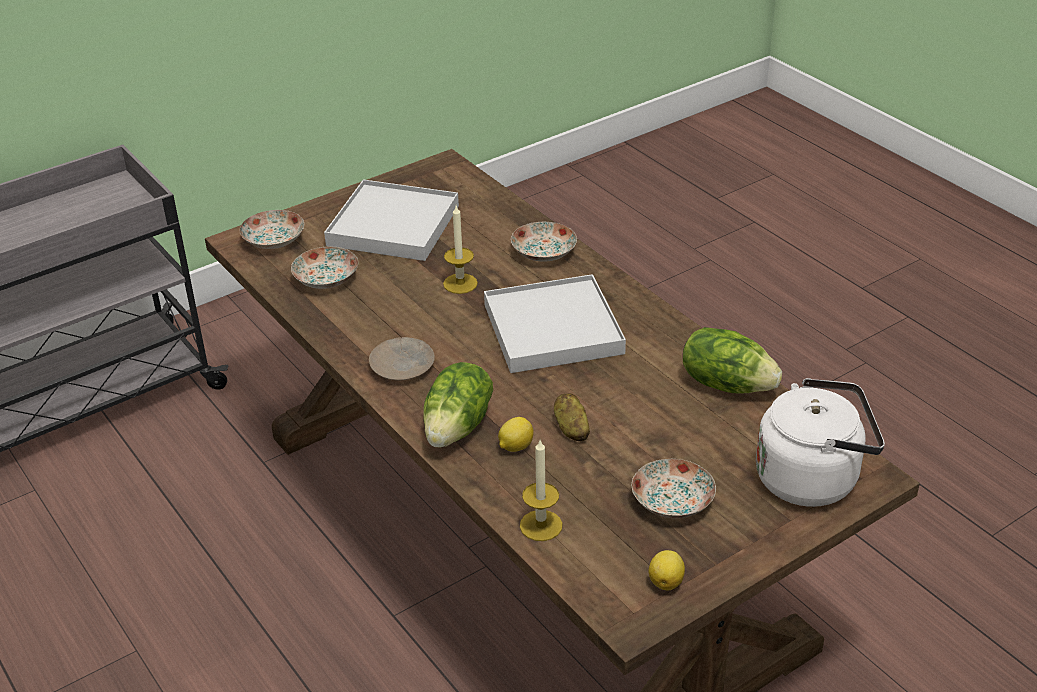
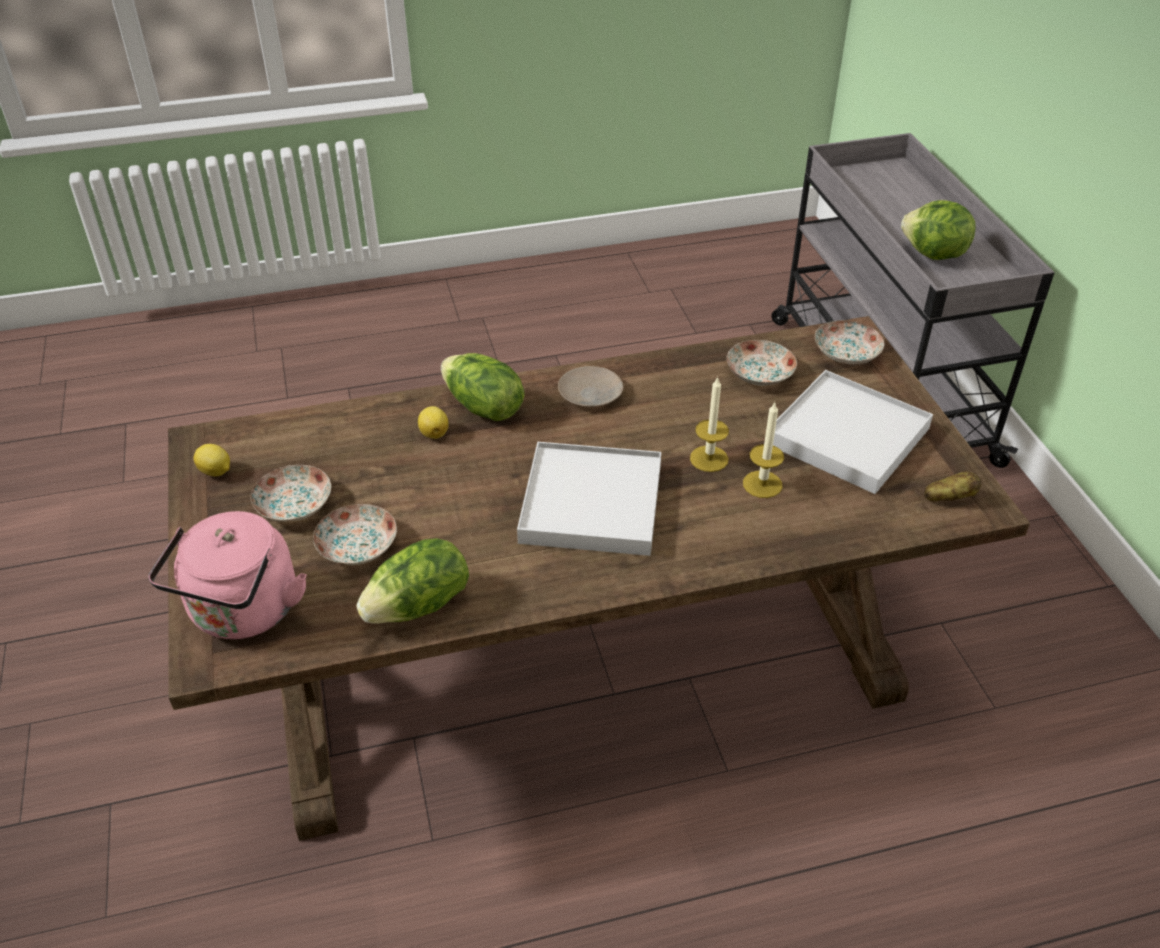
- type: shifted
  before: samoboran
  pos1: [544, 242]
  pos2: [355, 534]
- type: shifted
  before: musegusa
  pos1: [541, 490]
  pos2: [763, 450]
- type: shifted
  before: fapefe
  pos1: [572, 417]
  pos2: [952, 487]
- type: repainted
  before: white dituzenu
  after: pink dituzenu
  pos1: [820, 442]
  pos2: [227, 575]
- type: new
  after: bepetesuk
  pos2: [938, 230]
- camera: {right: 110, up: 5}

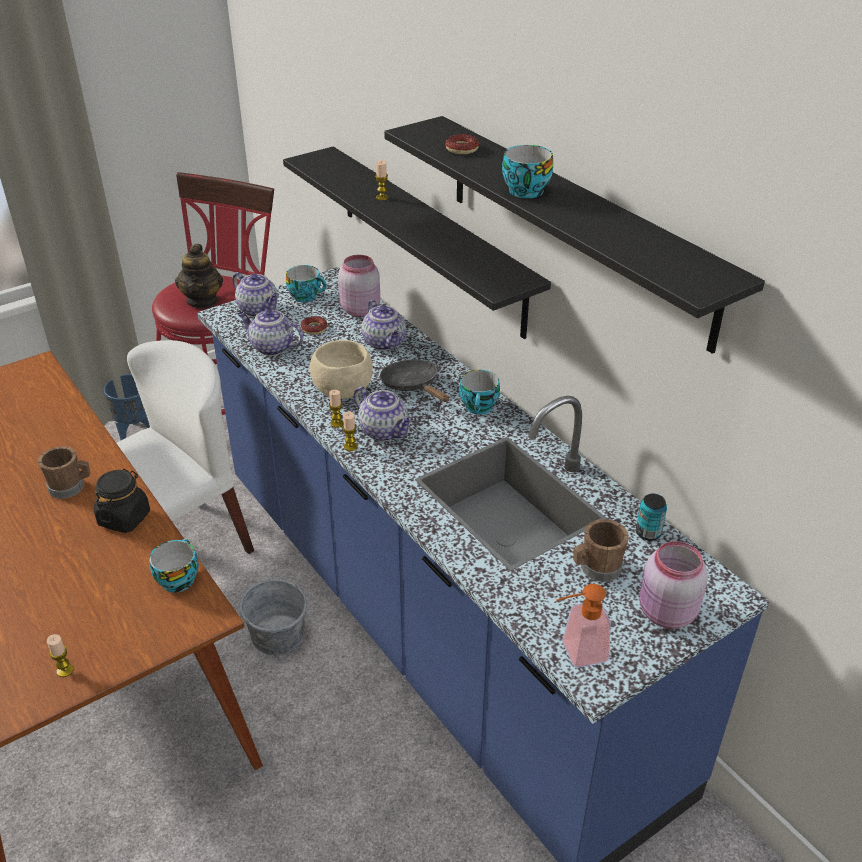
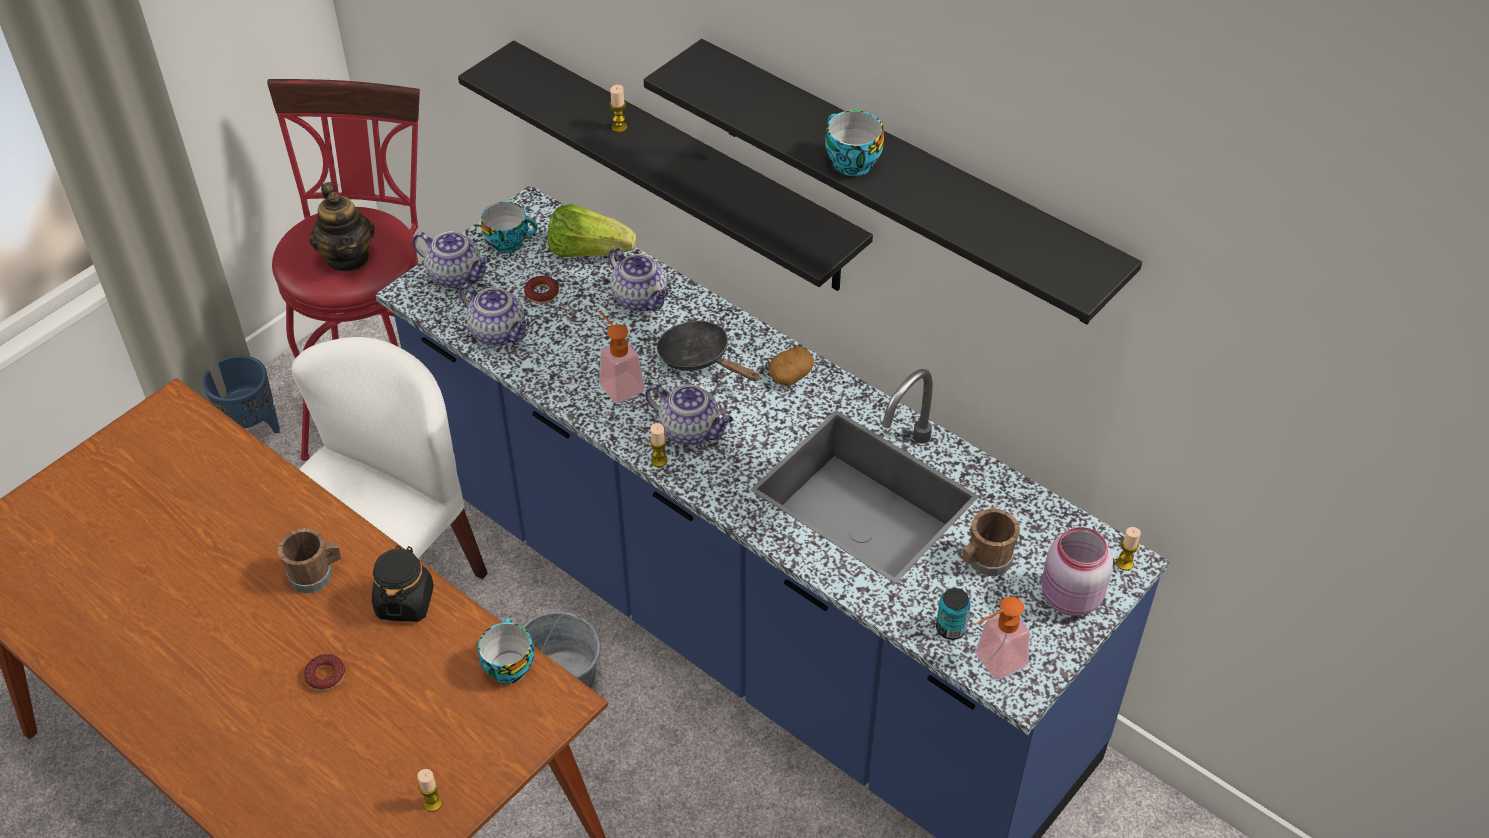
- type: rotated
  before: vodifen
  pos1: [270, 332]
  pos2: [494, 315]
  turn: -150
- type: swapped
  before: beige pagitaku
  after: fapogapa
  pos1: [341, 369]
  pos2: [622, 358]
- type: shifted
  before: musegusa
  pos1: [336, 409]
  pos2: [1128, 549]
- type: swapped
  before: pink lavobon
  after: bepetesuk
  pos1: [359, 286]
  pos2: [592, 230]
- type: shifted
  before: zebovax
  pos1: [462, 144]
  pos2: [324, 672]
- type: swapped
  before: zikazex
  after: fapefe
  pos1: [479, 392]
  pos2: [791, 366]
- type: shifted
  before: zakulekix
  pos1: [651, 517]
  pos2: [953, 614]
- camera: {right: -15, up: 10}

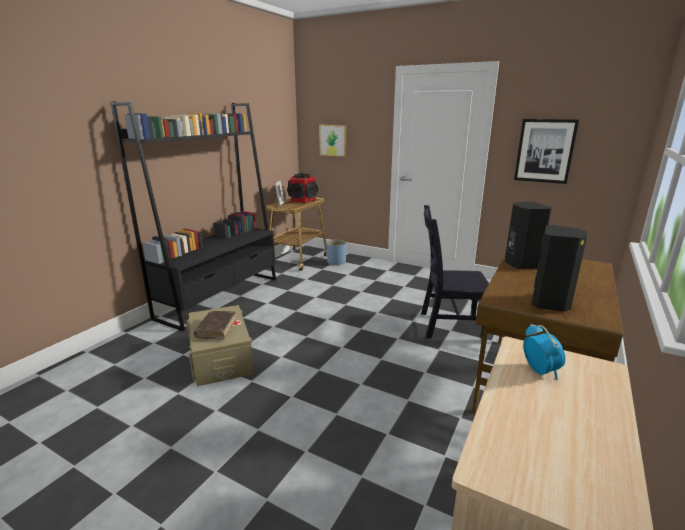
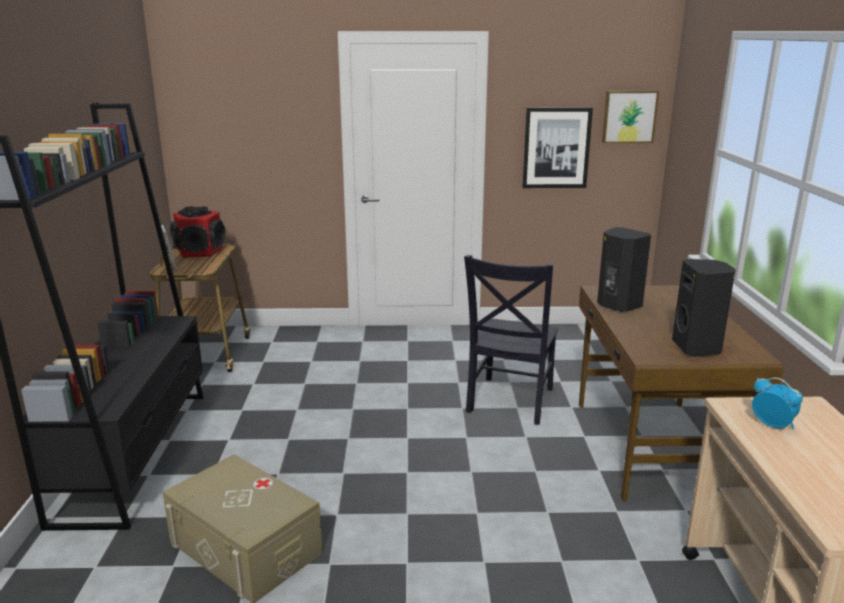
- type: gone
  before: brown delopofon
  pos1: [215, 325]
- type: shifted
  before: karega
  pos1: [333, 141]
  pos2: [630, 117]
- type: gone
  before: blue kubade
  pos1: [336, 252]
- type: rotated
  before: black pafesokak
  pos1: [455, 272]
  pos2: [511, 340]
  turn: -45
- camera: {right: -30, up: 0}

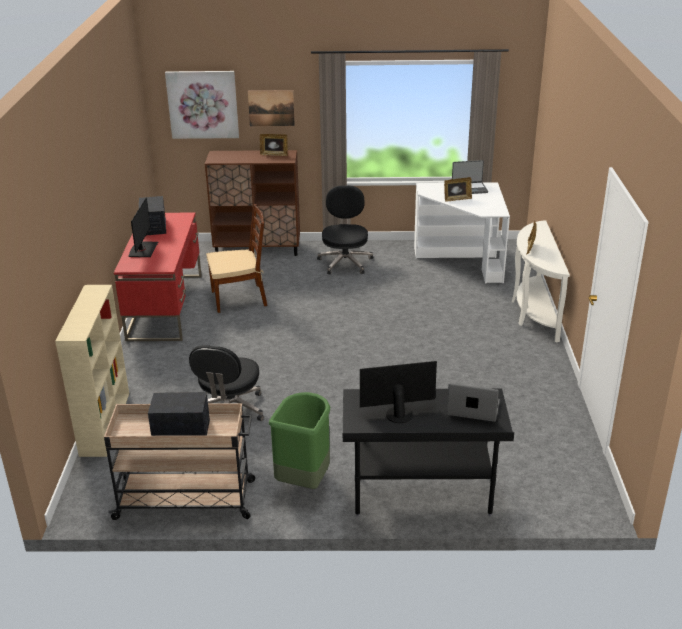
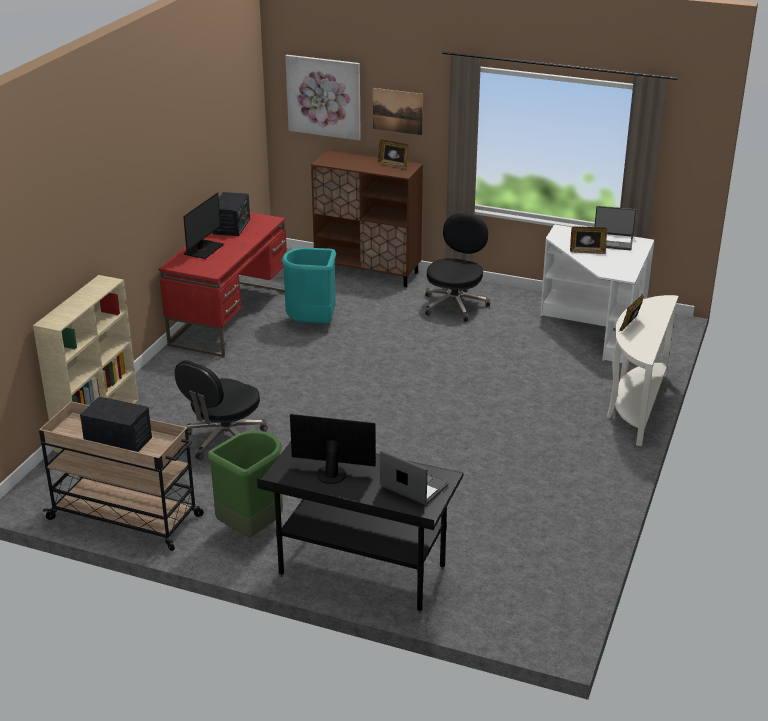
- type: swapped
  before: brown pafesokak
  after: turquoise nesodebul
  pos1: [236, 258]
  pos2: [308, 285]
- camera: {right: 20, up: 0}

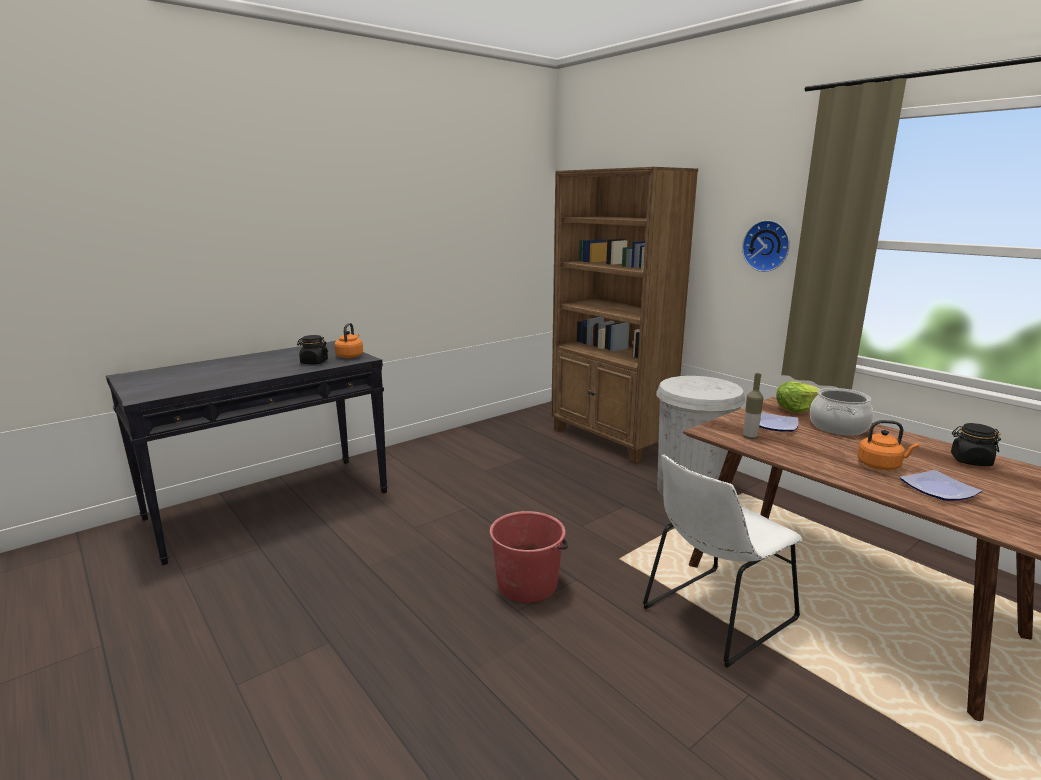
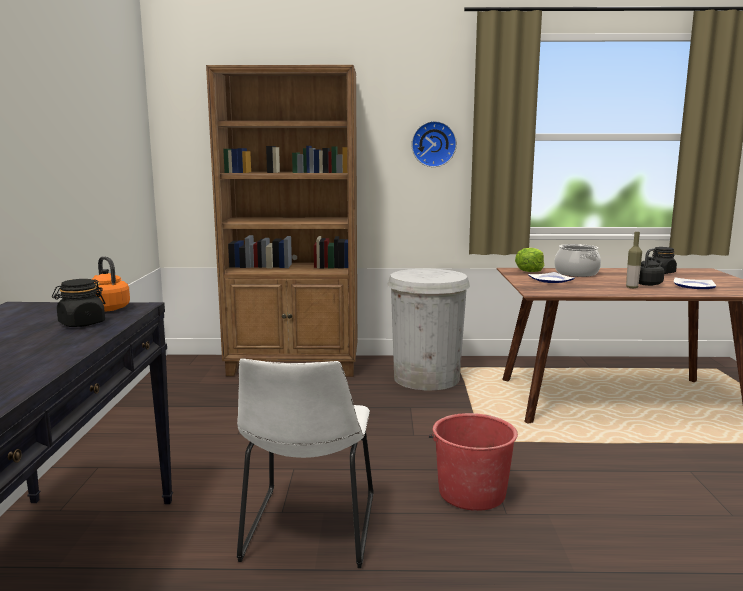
- type: shifted
  before: white pafesokak
  pos1: [723, 561]
  pos2: [304, 463]
- type: shifted
  before: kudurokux
  pos1: [753, 406]
  pos2: [634, 260]
- type: repainted
  before: orange dituzenu
  after: black dituzenu
  pos1: [888, 445]
  pos2: [652, 267]
- camera: {right: -50, up: -5}

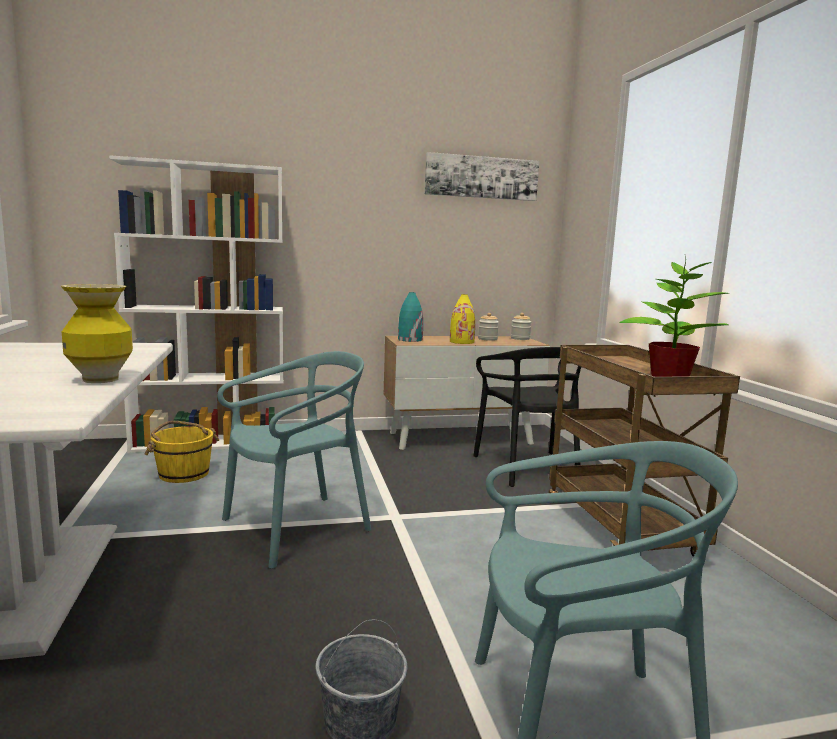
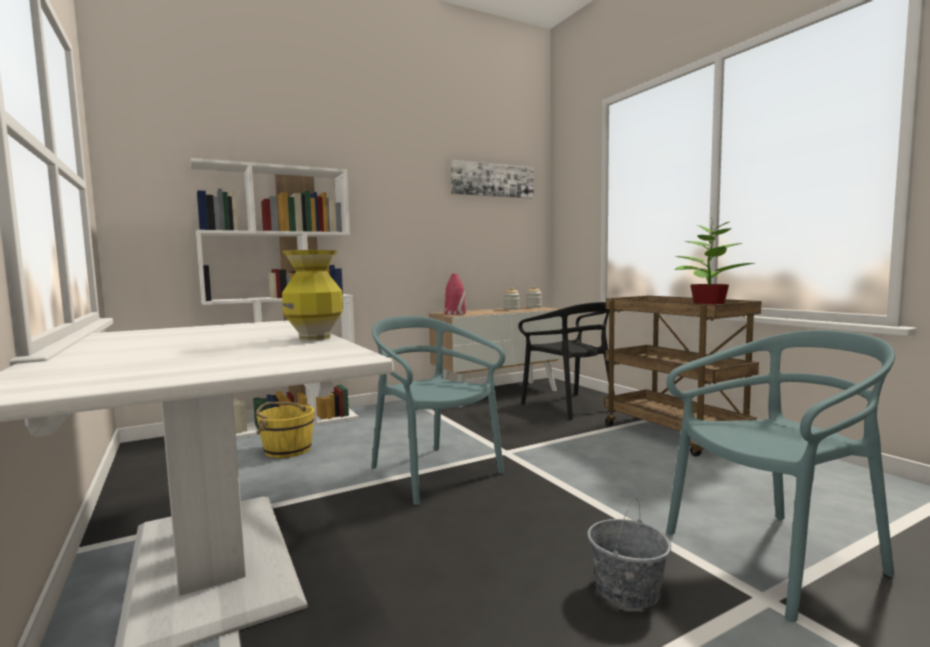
- type: rotated
  before: turquoise pafesokak
  pos1: [294, 460]
  pos2: [438, 410]
  turn: -75
- type: repainted
  before: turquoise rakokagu
  after: red rakokagu
  pos1: [410, 317]
  pos2: [455, 294]
- type: gone
  before: yellow rakokagu
  pos1: [462, 319]
- camera: {right: -15, up: -5}

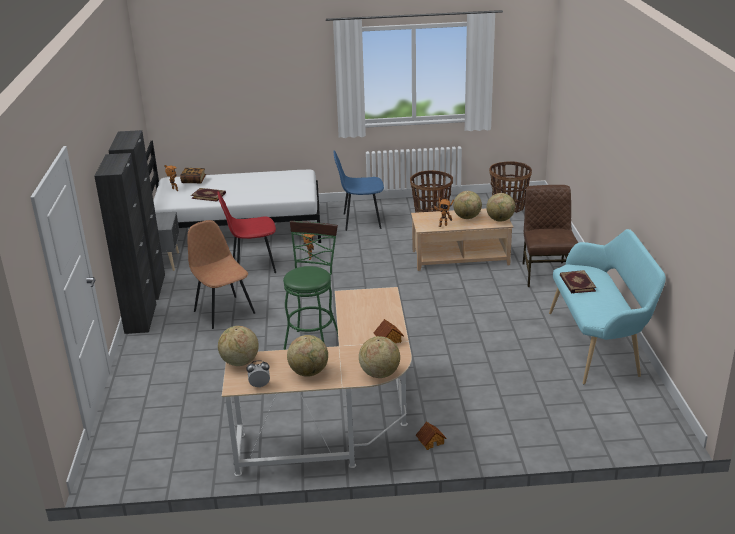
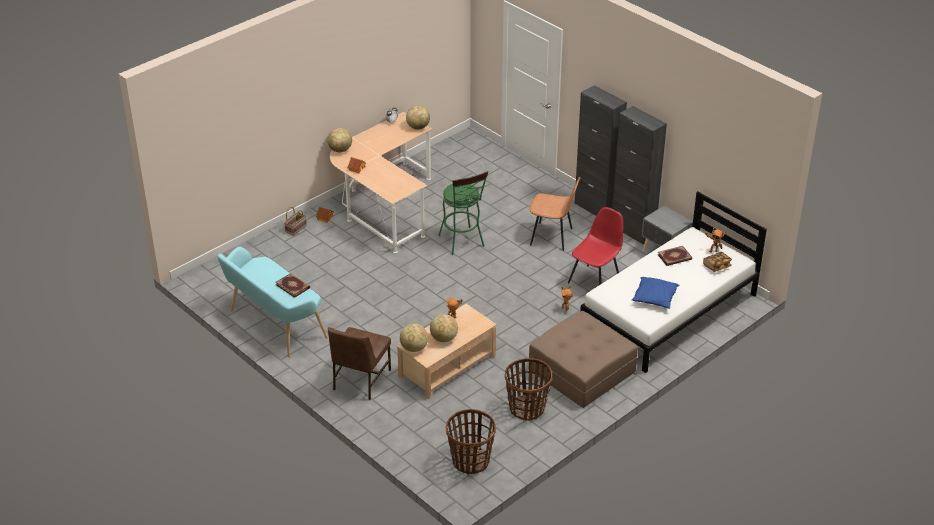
- type: gone
  before: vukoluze
  pos1: [307, 356]
- type: swapped
  before: blue pafesokak
  after: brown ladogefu
  pos1: [358, 191]
  pos2: [583, 359]
- type: rotated
  before: brown pafesokak
  pos1: [550, 236]
  pos2: [359, 363]
  turn: 60
- type: new
  after: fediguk
  pos2: [295, 221]
- type: new
  after: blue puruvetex
  pos2: [656, 293]
- camera: {right: 140, up: 10}

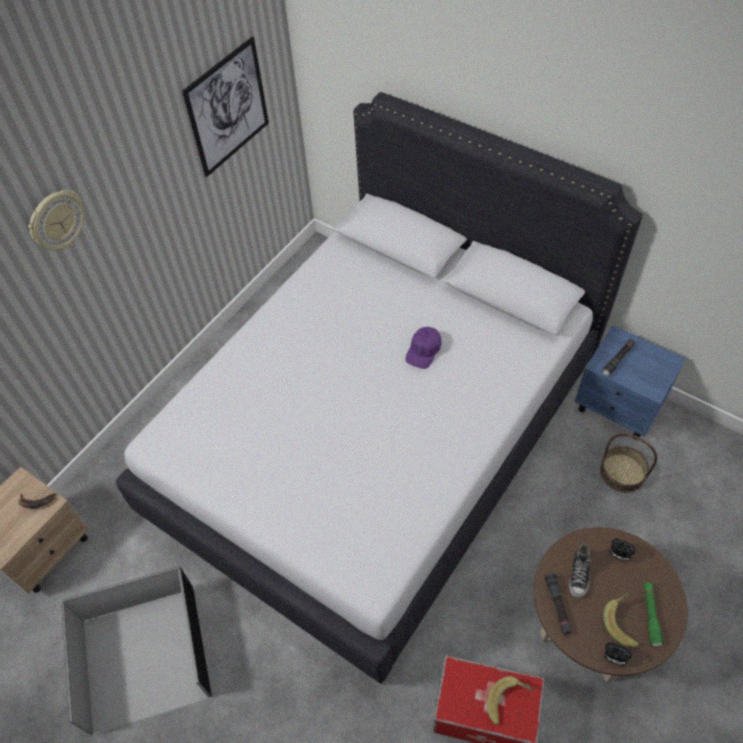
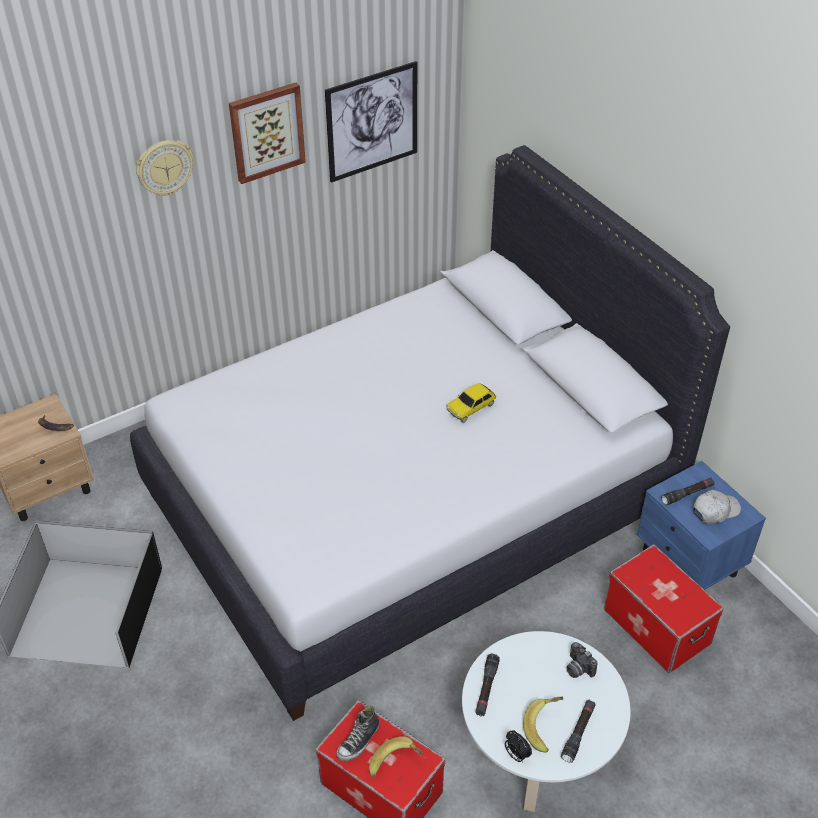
- type: swapped
  before: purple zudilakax
  after: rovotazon
  pos1: [423, 348]
  pos2: [471, 403]
- type: repainted
  before: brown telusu
  after: white telusu
  pos1: [611, 604]
  pos2: [546, 721]
- type: shifted
  before: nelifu
  pos1: [580, 571]
  pos2: [358, 733]
- type: swapped
  before: fediguk
  after: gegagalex
  pos1: [628, 463]
  pos2: [664, 608]
- type: swapped
  before: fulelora
  after: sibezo
  pos1: [623, 550]
  pos2: [582, 660]
- type: repainted
  before: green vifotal
  after: black vifotal
  pos1: [653, 614]
  pos2: [578, 731]
- type: new
  after: karega
  pos2: [267, 133]
- type: new
  after: white zudilakax
  pos2: [717, 507]
- camera: {right: 20, up: -10}

